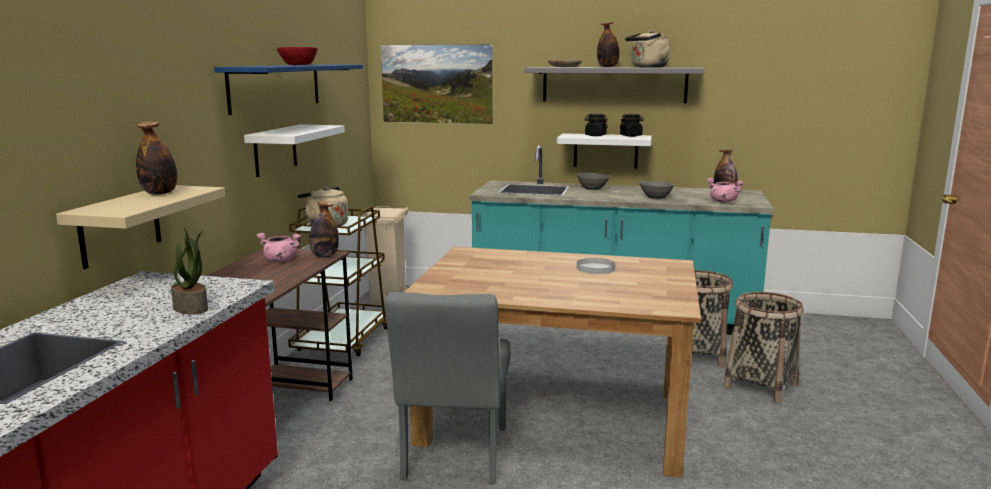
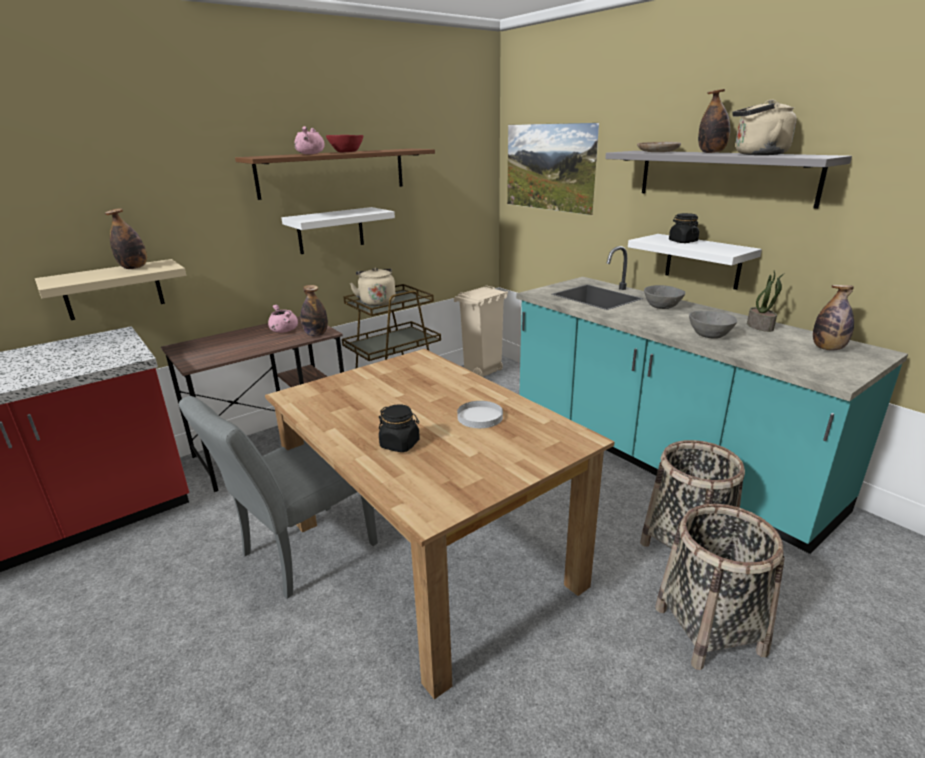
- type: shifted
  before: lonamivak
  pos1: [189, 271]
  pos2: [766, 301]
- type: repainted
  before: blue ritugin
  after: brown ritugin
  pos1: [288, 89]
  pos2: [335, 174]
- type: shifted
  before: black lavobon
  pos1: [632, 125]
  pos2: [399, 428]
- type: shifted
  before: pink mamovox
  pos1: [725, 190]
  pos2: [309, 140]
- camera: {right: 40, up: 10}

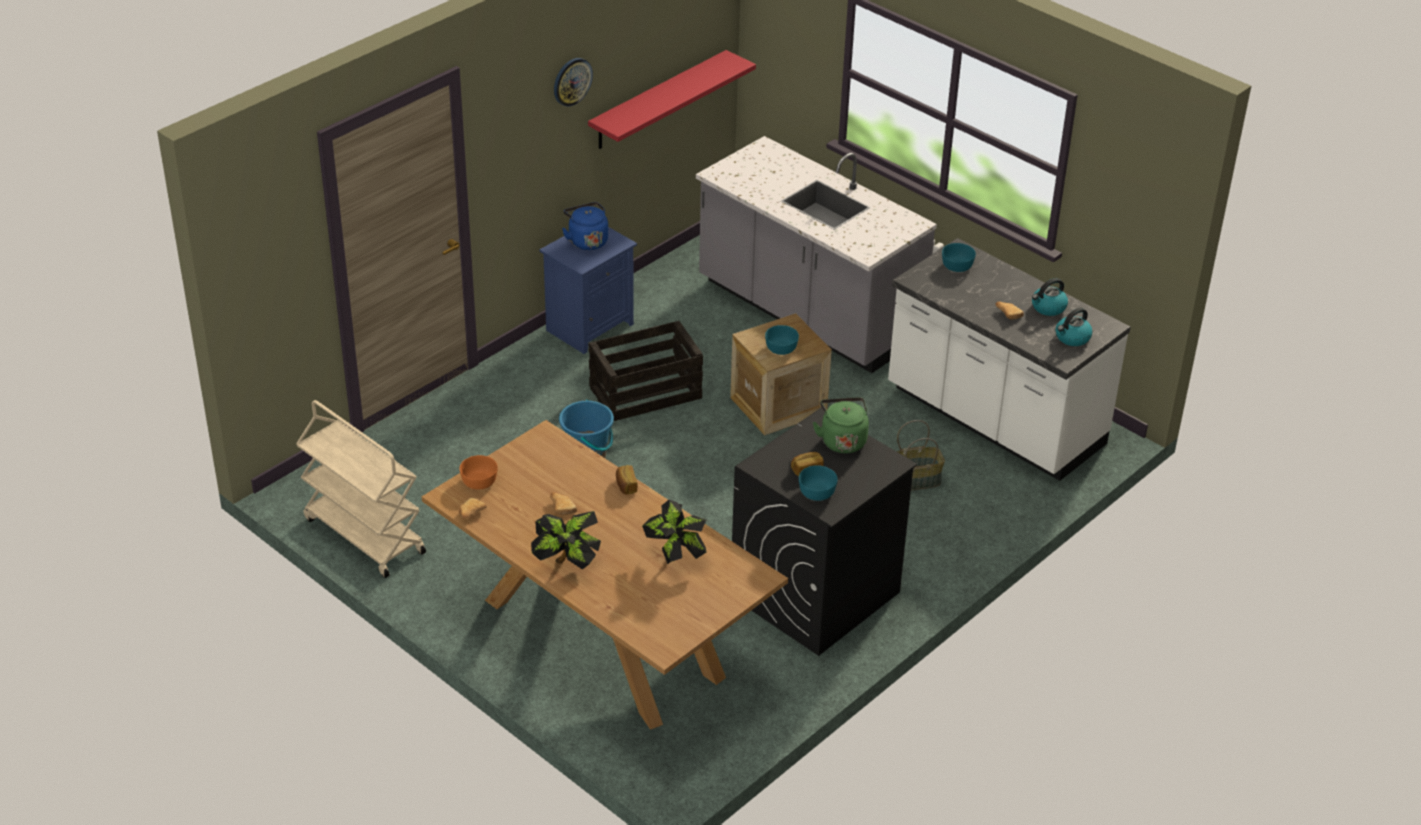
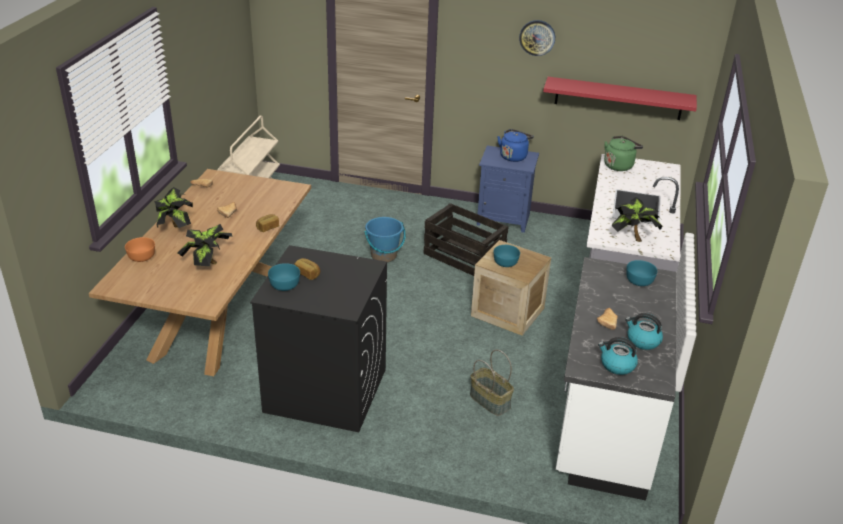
- type: shifted
  before: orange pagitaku
  pos1: [479, 472]
  pos2: [140, 249]
- type: shifted
  before: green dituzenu
  pos1: [841, 425]
  pos2: [623, 153]
- type: new
  after: lonamivak
  pos2: [637, 219]
- camera: {right: 60, up: -5}

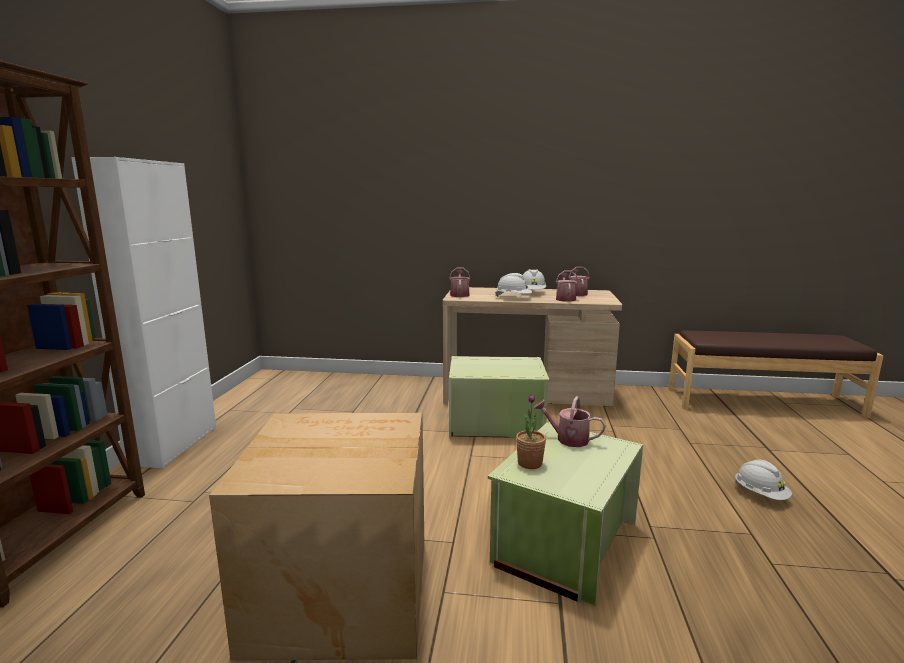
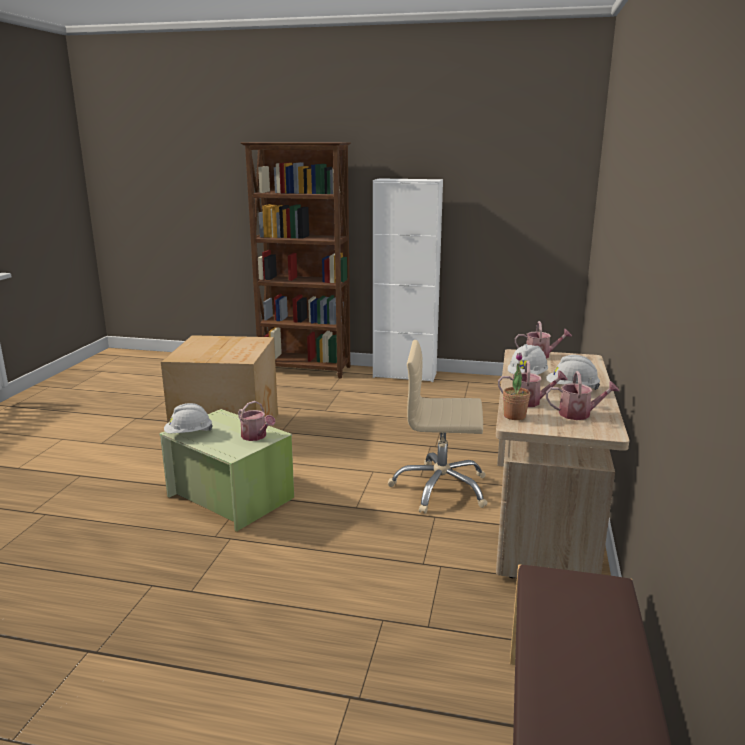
- type: swapped
  before: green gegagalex
  after: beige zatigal
  pos1: [499, 397]
  pos2: [438, 427]
- type: shifted
  before: lonamivak
  pos1: [531, 431]
  pos2: [516, 386]
- type: rotated
  before: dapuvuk
  pos1: [570, 421]
  pos2: [256, 421]
  turn: 105
- type: shifted
  before: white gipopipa
  pos1: [763, 479]
  pos2: [188, 418]
- camera: {right: 95, up: 5}

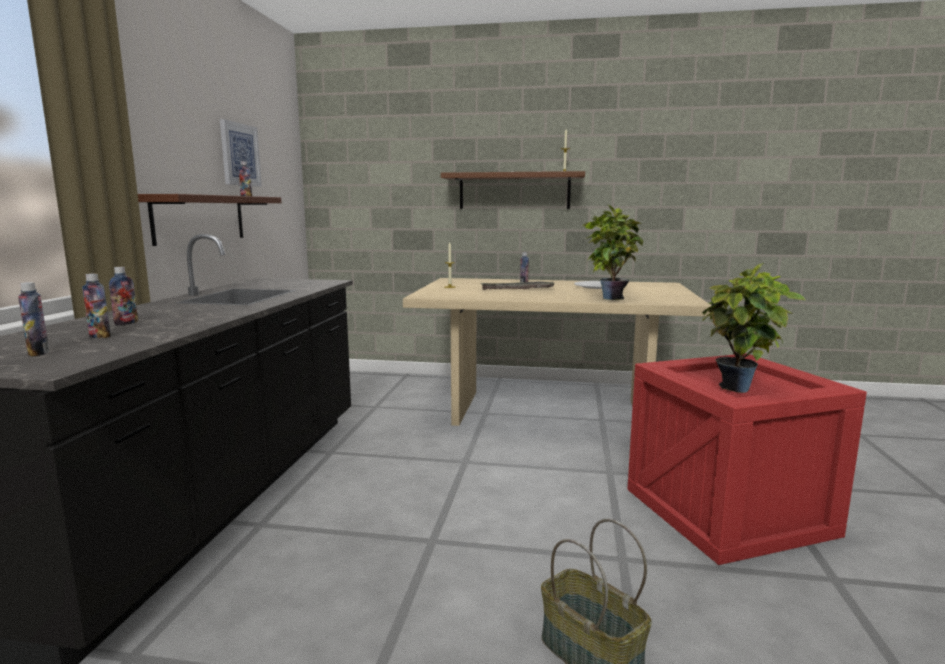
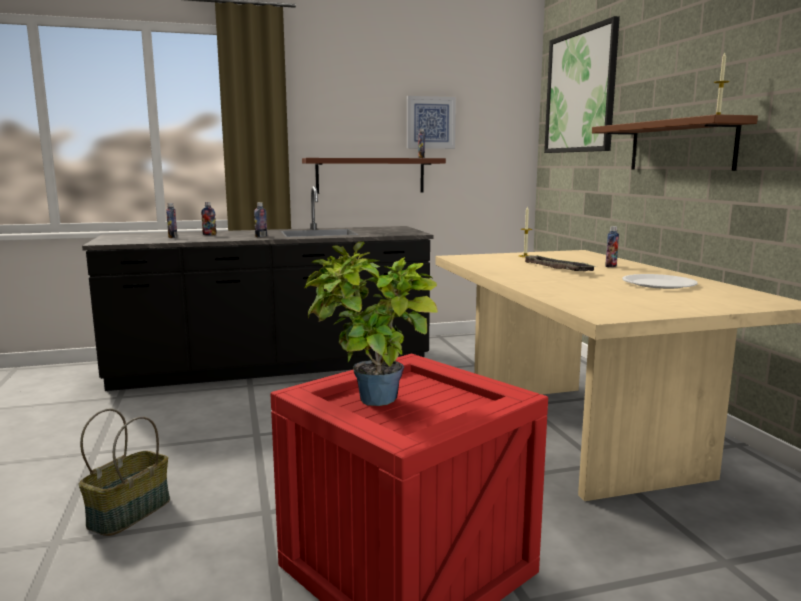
- type: shifted
  before: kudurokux
  pos1: [33, 319]
  pos2: [260, 220]
- type: gone
  before: lonamivak
  pos1: [613, 252]
- type: new
  after: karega
  pos2: [582, 84]
- camera: {right: 65, up: 0}

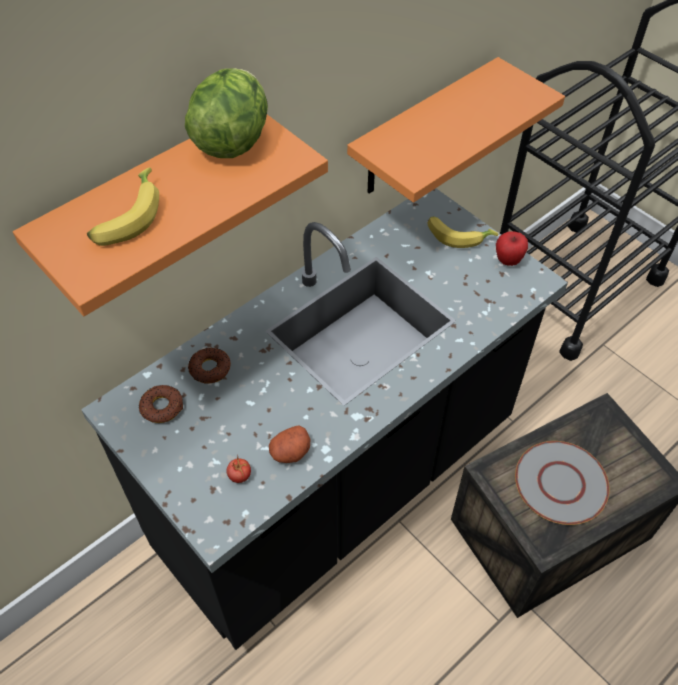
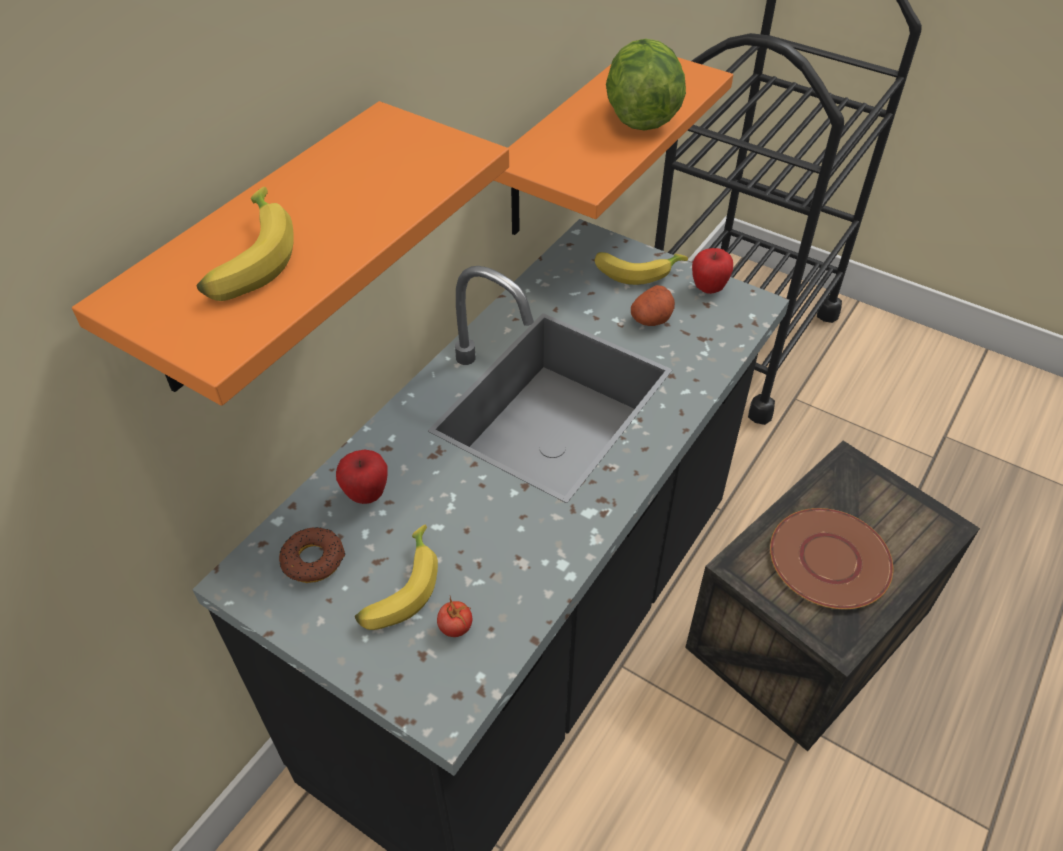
- type: shifted
  before: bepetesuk
  pos1: [226, 113]
  pos2: [646, 85]
- type: swapped
  before: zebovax
  after: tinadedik
  pos1: [209, 365]
  pos2: [362, 477]
- type: shifted
  before: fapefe
  pos1: [289, 444]
  pos2: [653, 305]
- type: repainted
  before: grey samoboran
  after: brown samoboran
  pos1: [562, 483]
  pos2: [831, 558]
- type: new
  after: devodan
  pos2: [396, 577]
- camera: {right: -15, up: -5}

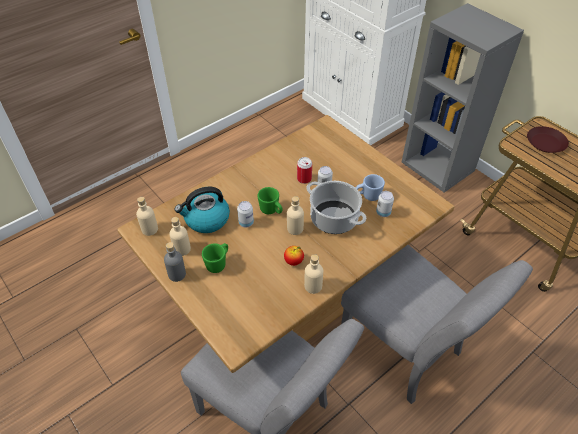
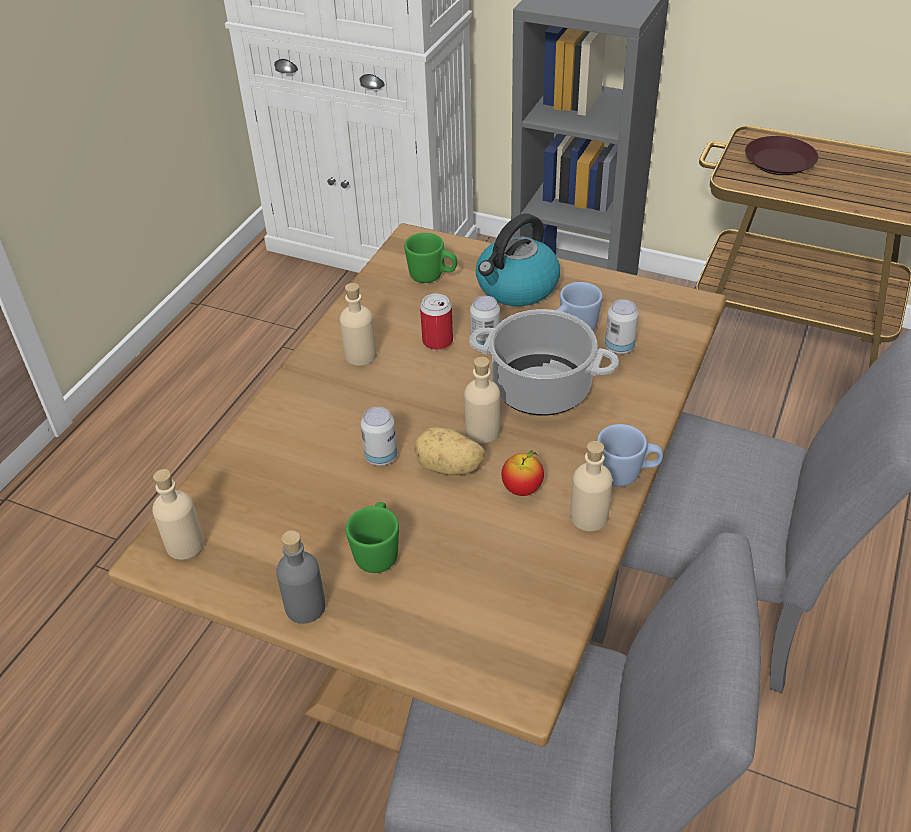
- type: shifted
  before: beige kudurokux
  pos1: [180, 236]
  pos2: [358, 324]
- type: shifted
  before: dituzenu
  pos1: [202, 209]
  pos2: [518, 259]
- type: shifted
  before: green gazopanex
  pos1: [270, 200]
  pos2: [430, 258]
- type: new
  after: fapefe
  pos2: [449, 451]
- type: new
  after: blue gazopanex
  pos2: [630, 455]
- camera: {right: -25, up: -5}

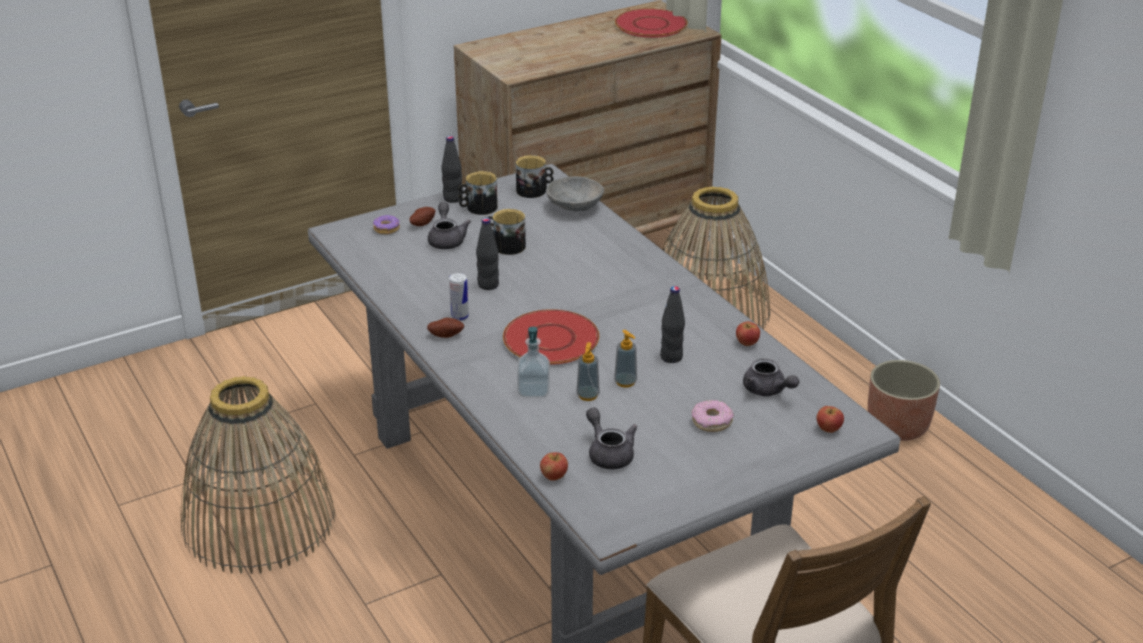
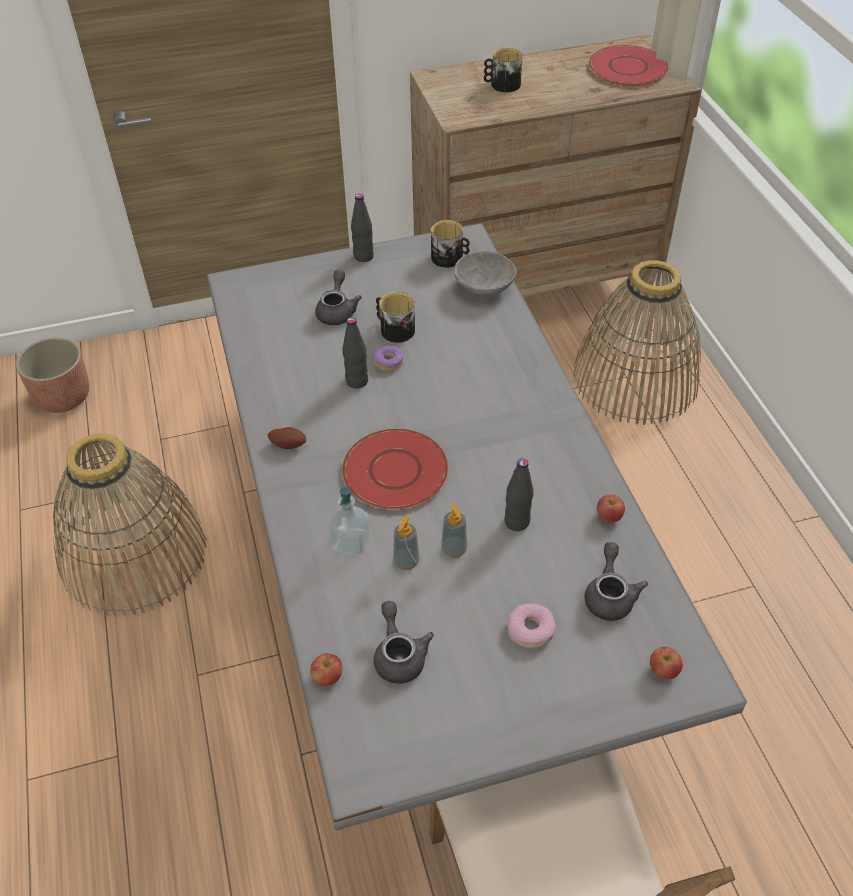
- type: shifted
  before: zebovax
  pos1: [386, 224]
  pos2: [389, 358]
- type: gone
  before: fapefe
  pos1: [422, 216]
- type: gone
  before: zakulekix
  pos1: [459, 297]
- type: shifted
  before: gazopanex
  pos1: [478, 193]
  pos2: [503, 69]
- type: rotated
  before: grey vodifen
  pos1: [771, 377]
  pos2: [616, 581]
  turn: -150
- type: shifted
  before: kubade
  pos1: [904, 400]
  pos2: [52, 375]
- camera: {right: 15, up: 15}

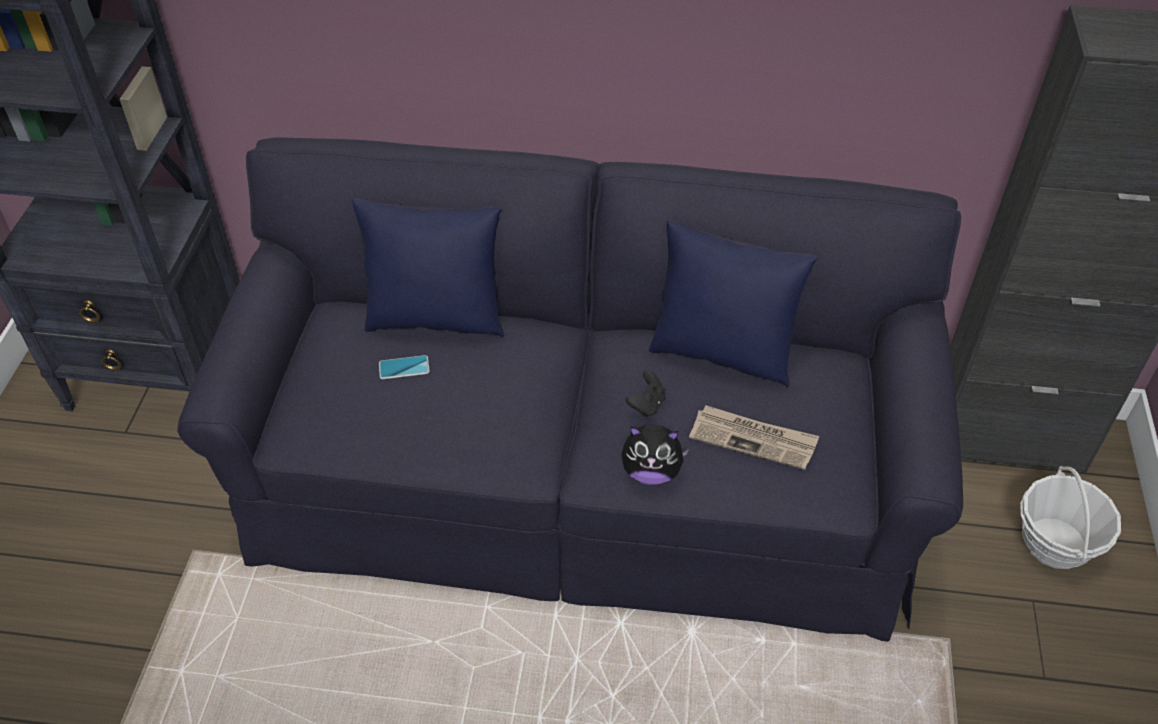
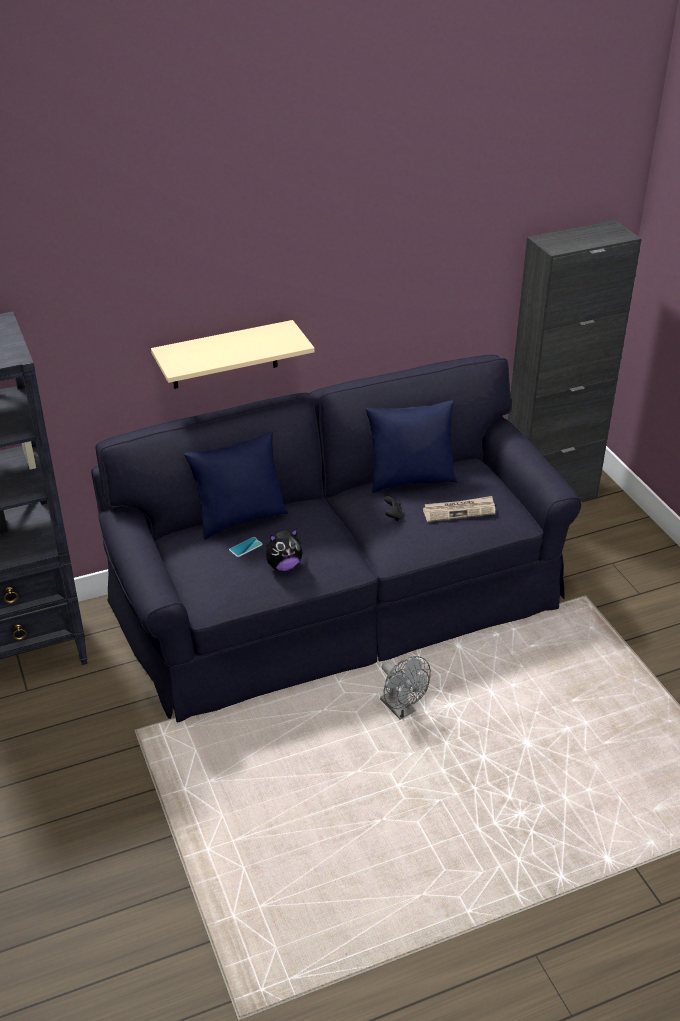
- type: shifted
  before: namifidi
  pos1: [655, 455]
  pos2: [284, 549]
- type: gone
  before: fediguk
  pos1: [1070, 517]
- type: new
  after: beige ritugin
  pos2: [233, 354]
- type: new
  after: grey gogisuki
  pos2: [405, 688]
- camera: {right: -30, up: -10}

